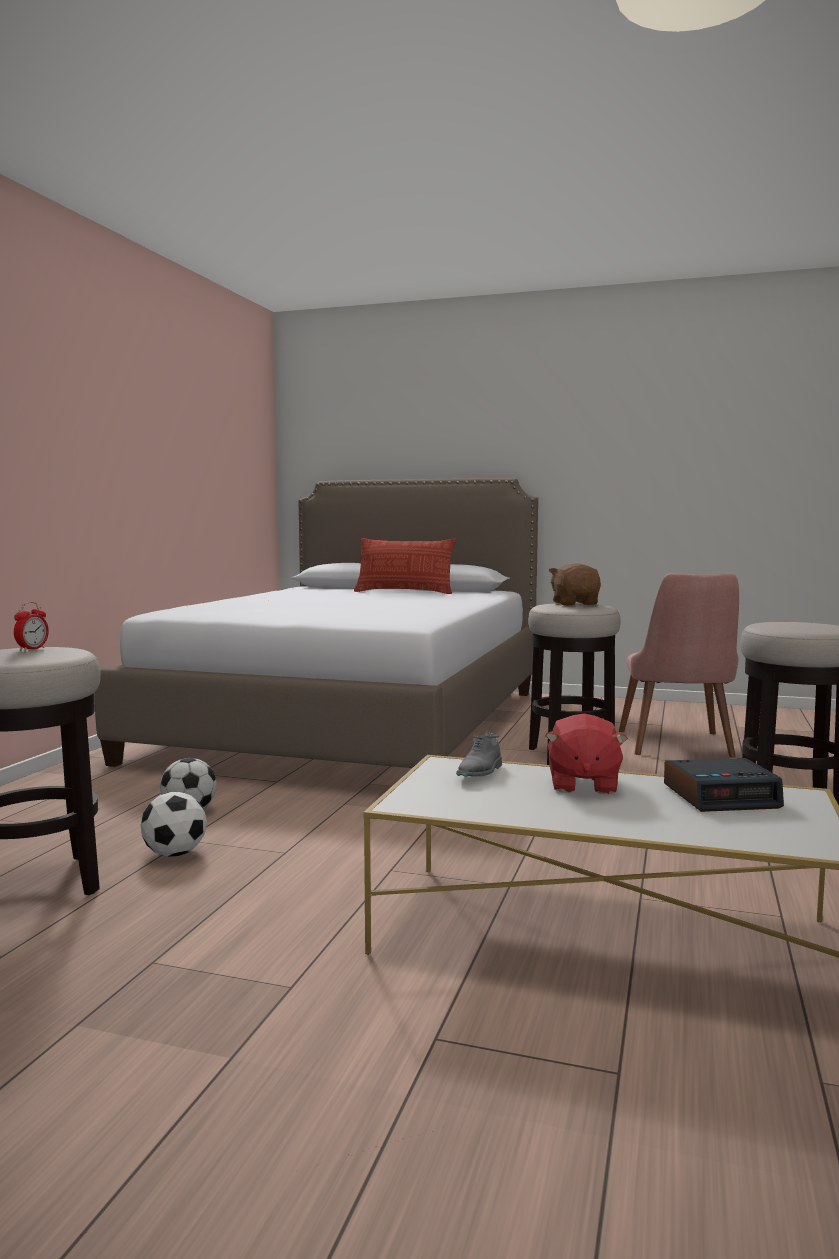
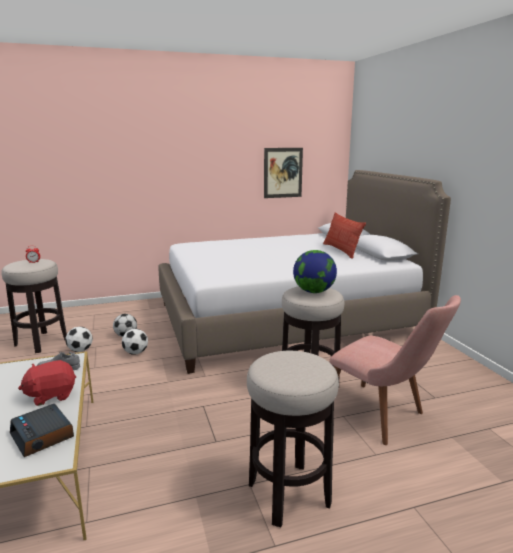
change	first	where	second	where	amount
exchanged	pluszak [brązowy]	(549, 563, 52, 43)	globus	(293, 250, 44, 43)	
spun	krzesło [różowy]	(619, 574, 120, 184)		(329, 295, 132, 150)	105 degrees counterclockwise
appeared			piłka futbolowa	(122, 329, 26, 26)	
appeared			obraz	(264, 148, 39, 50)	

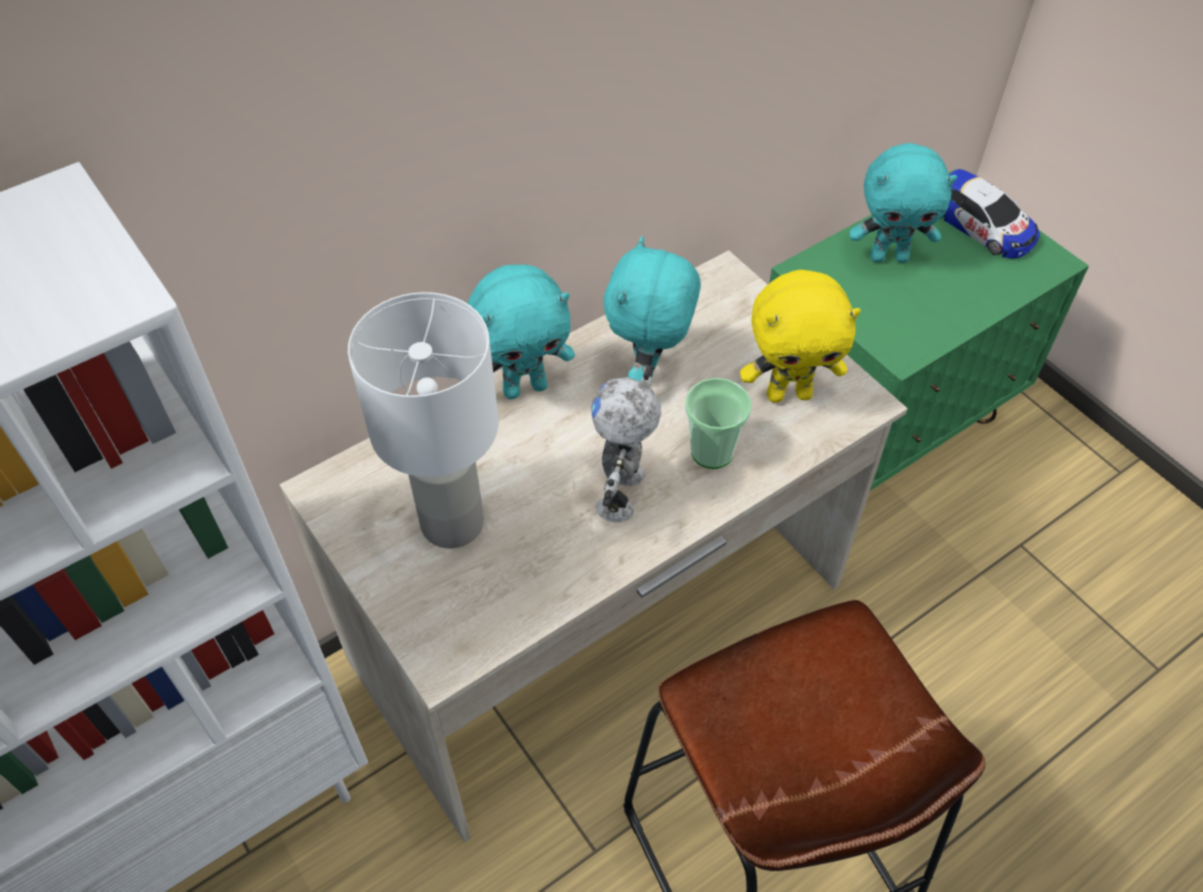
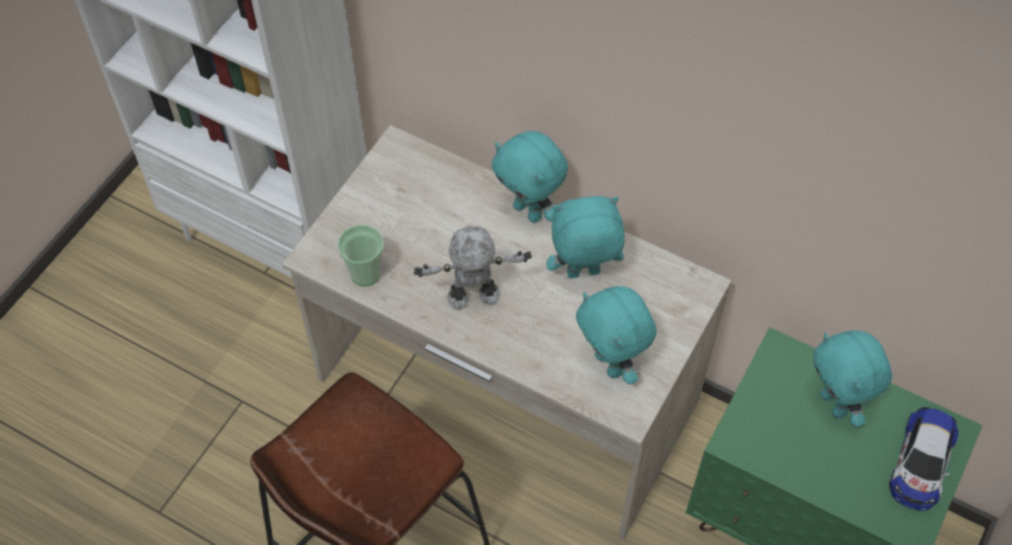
change	first	where	second	where	amount
missing	lampa stołowa [biały]	(348, 292, 151, 256)			
relocated	filiżanka	(685, 378, 67, 91)		(338, 225, 46, 61)	
colour	pluszak [żółty]	(740, 270, 121, 133)	pluszak [turkusowy]	(576, 286, 81, 98)	

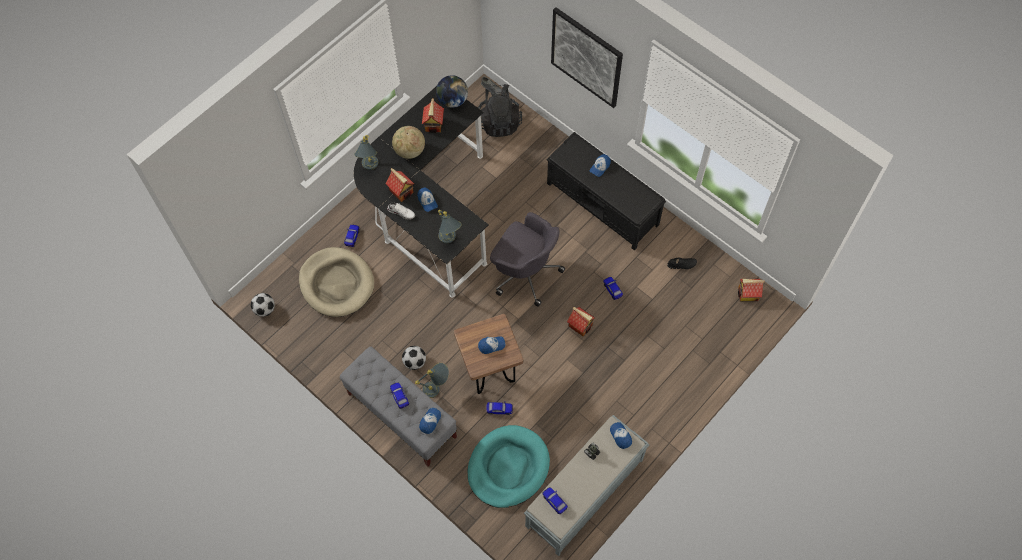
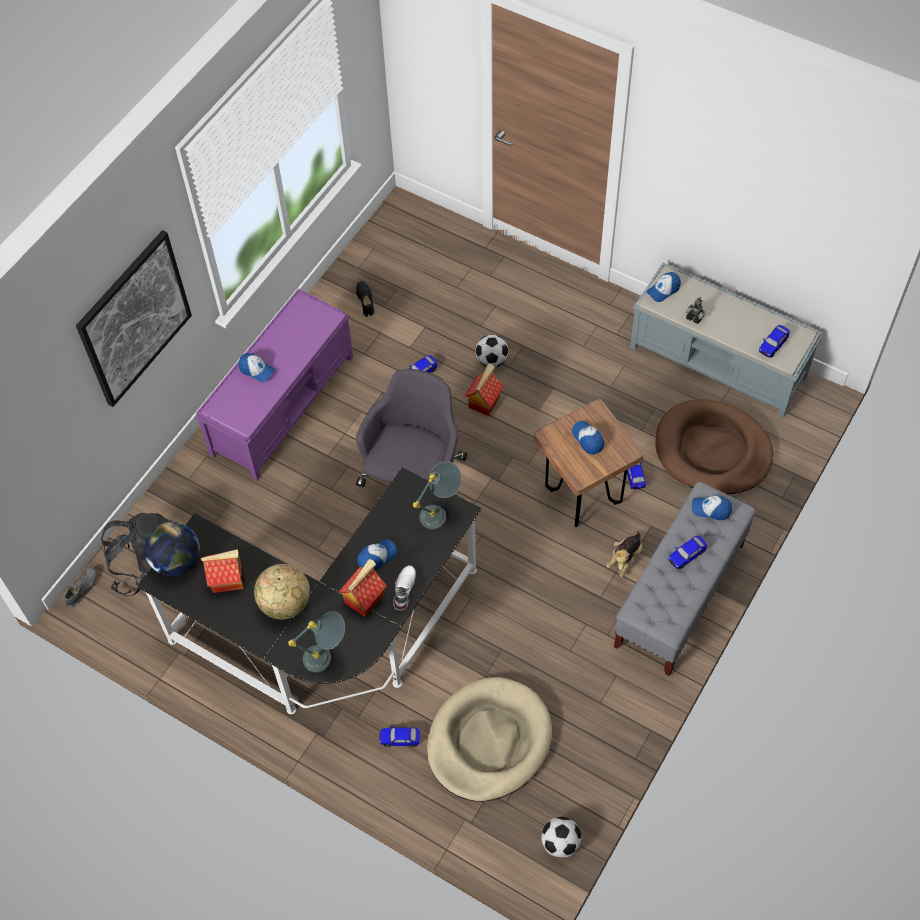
change	first	where	second	where	amount
relocated	piłka futbolowa	(402, 346, 24, 24)		(476, 335, 32, 32)	
exchanged	lampa stołowa [szary]	(415, 363, 34, 35)	pluszak	(606, 531, 36, 46)	
colour	legowisko [turkusowy]	(467, 425, 83, 83)	legowisko [brązowy]	(655, 400, 118, 95)	
colour	ławka [czarny]	(547, 132, 119, 119)	ławka [fioletowy]	(195, 289, 158, 191)	
missing	domek	(738, 279, 27, 22)			

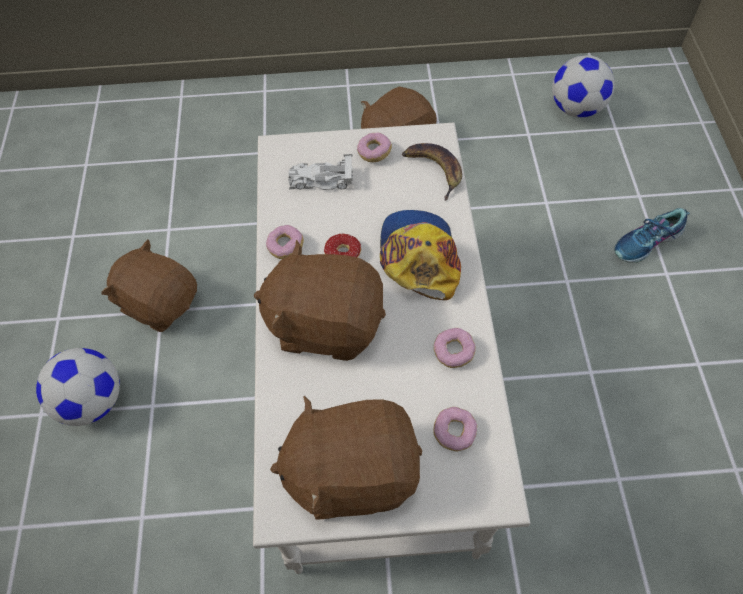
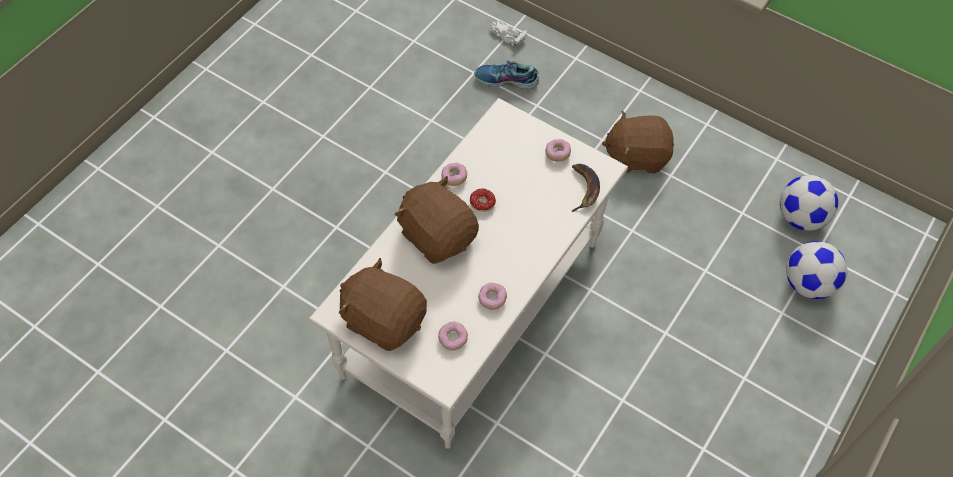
change	first	where	second	where	amount
relocated	piłka futbolowa	(36, 348, 84, 78)		(786, 241, 62, 58)	
missing	pluszak [brązowy]	(101, 239, 96, 93)			
relocated	samochodzik [biały]	(288, 154, 65, 36)		(488, 21, 40, 25)	
missing	czapka z daszkiem	(380, 210, 81, 90)			
relocated	but	(614, 208, 76, 55)		(474, 60, 65, 29)	

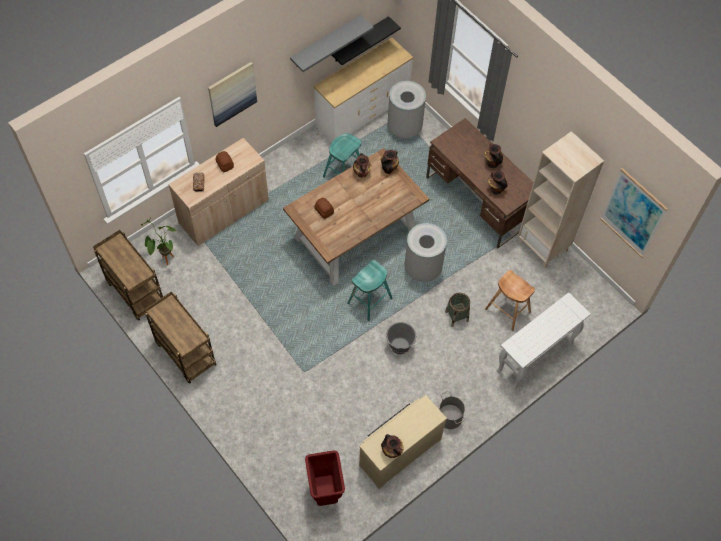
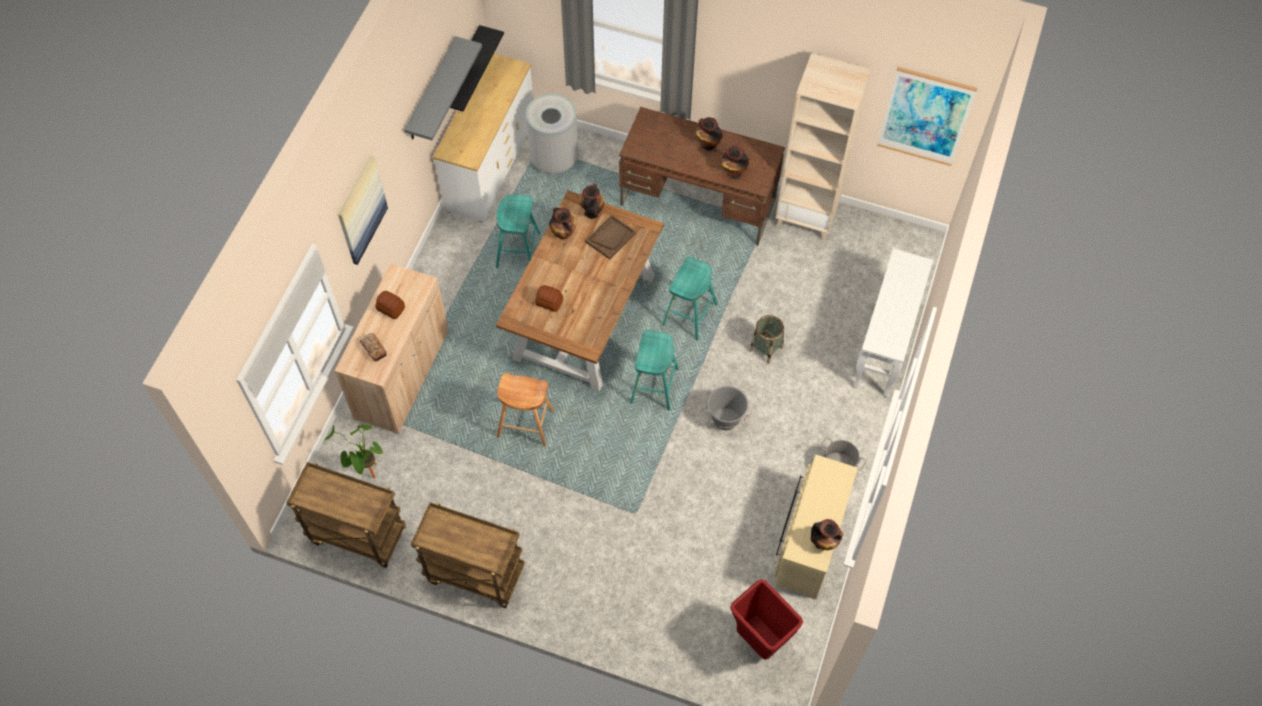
change	first	where	second	where	amount
exchanged	kosz na śmieci [szary]	(404, 223, 43, 59)	stołek [turkusowy]	(662, 257, 56, 84)	
relocated	stołek [brązowy]	(485, 270, 50, 61)		(497, 373, 58, 74)	
appeared			taca [brązowy]	(585, 214, 51, 45)	

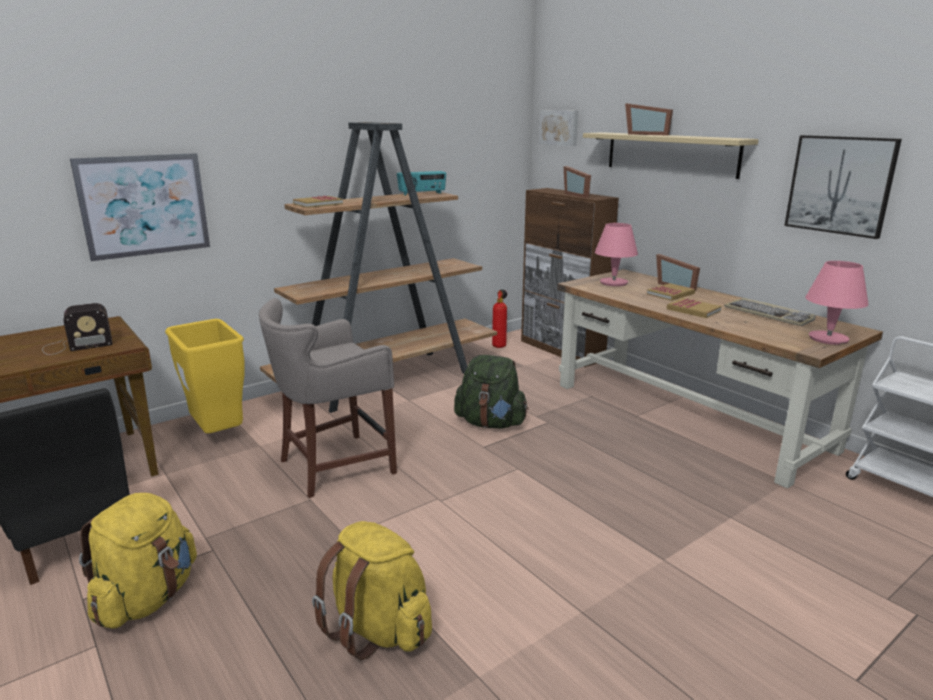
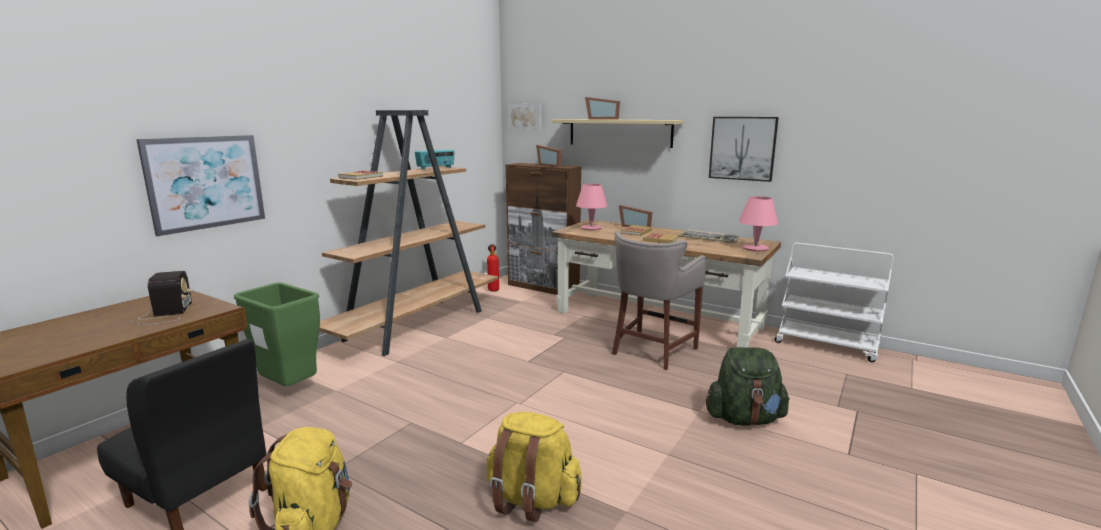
change	first	where	second	where	amount
spun	radio	(42, 303, 71, 52)		(127, 271, 65, 54)	60 degrees counterclockwise
colour	kosz na śmieci [żółty]	(165, 319, 80, 114)	kosz na śmieci [zielony]	(234, 282, 86, 104)	
relocated	stołek [szary]	(259, 298, 138, 200)		(612, 231, 94, 139)	
relocated	plecak [zielony]	(454, 355, 74, 74)		(706, 347, 84, 79)	

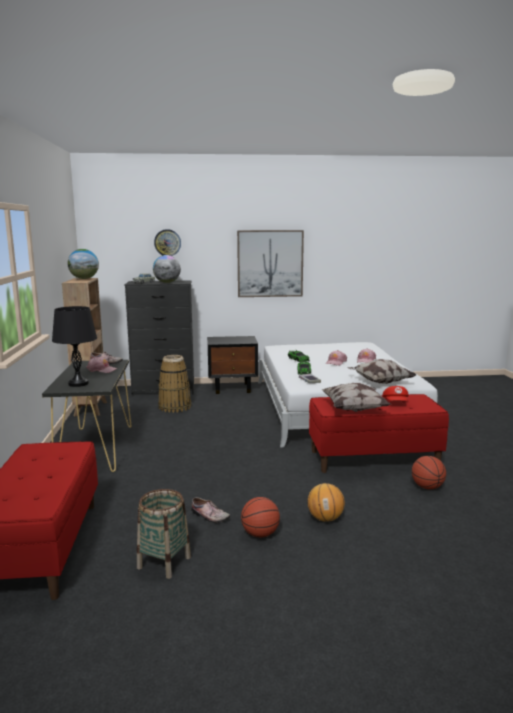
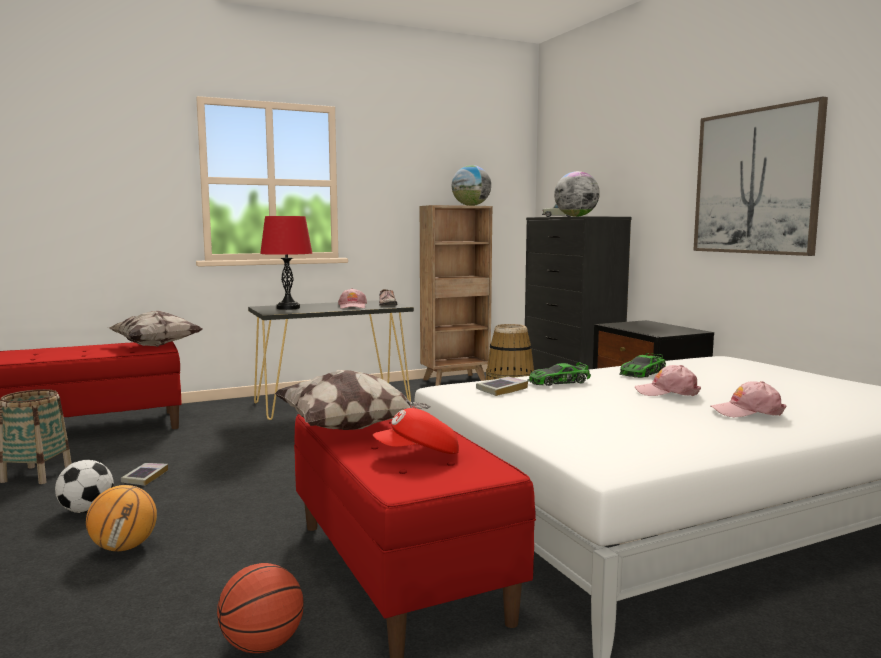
change	first	where	second	where	amount
colour	lampa stołowa [czarny]	(52, 306, 45, 81)	lampa stołowa [czerwony]	(260, 216, 52, 94)	
missing	zegar ścienny	(154, 229, 27, 27)			
exchanged	but	(191, 497, 39, 26)	książka	(121, 463, 47, 23)	
exchanged	piłka do koszykówki	(241, 497, 39, 41)	piłka futbolowa	(55, 460, 59, 53)	
relocated	poduszka	(347, 359, 69, 25)		(109, 311, 93, 36)	

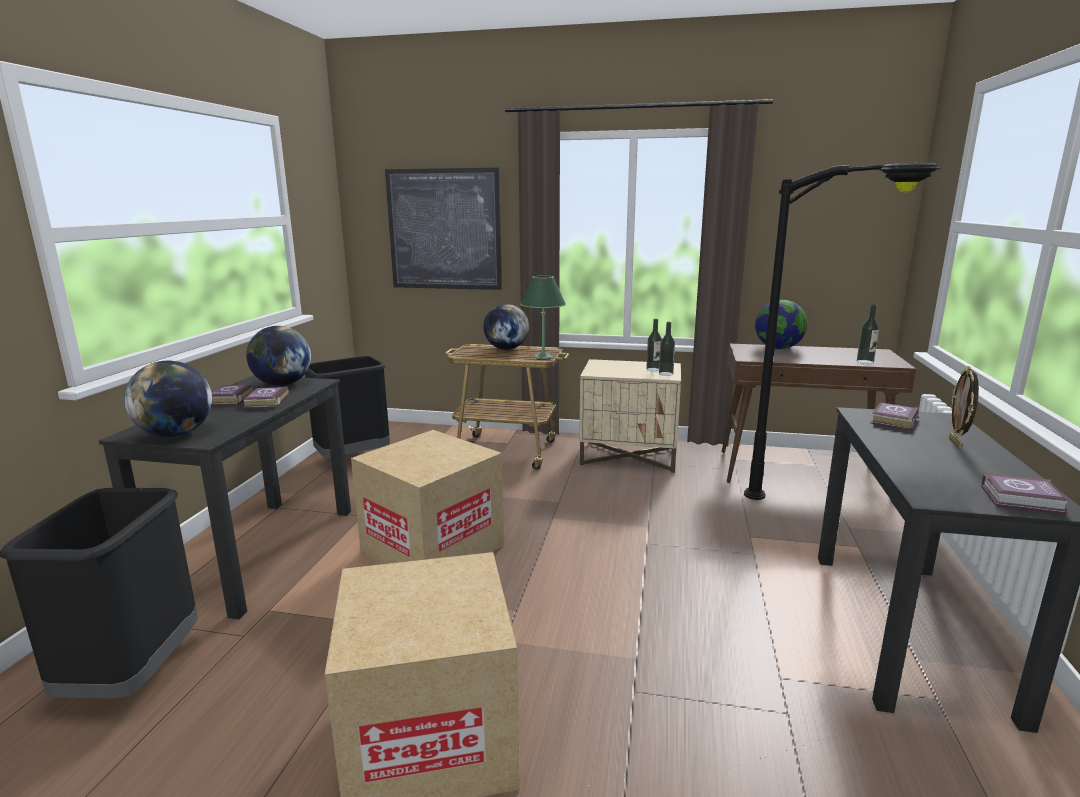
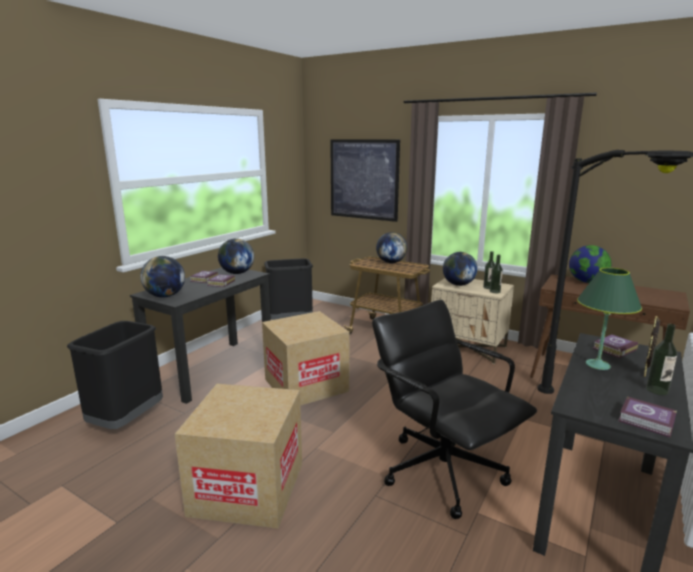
change	first	where	second	where	amount
relocated	lampa stołowa [zielony]	(520, 275, 46, 84)		(577, 268, 65, 102)	
relocated	butelka	(857, 305, 22, 59)		(646, 324, 31, 71)	
appeared			krzesło biurowe [czarny]	(372, 300, 165, 219)	
appeared			globus	(443, 252, 35, 34)	

